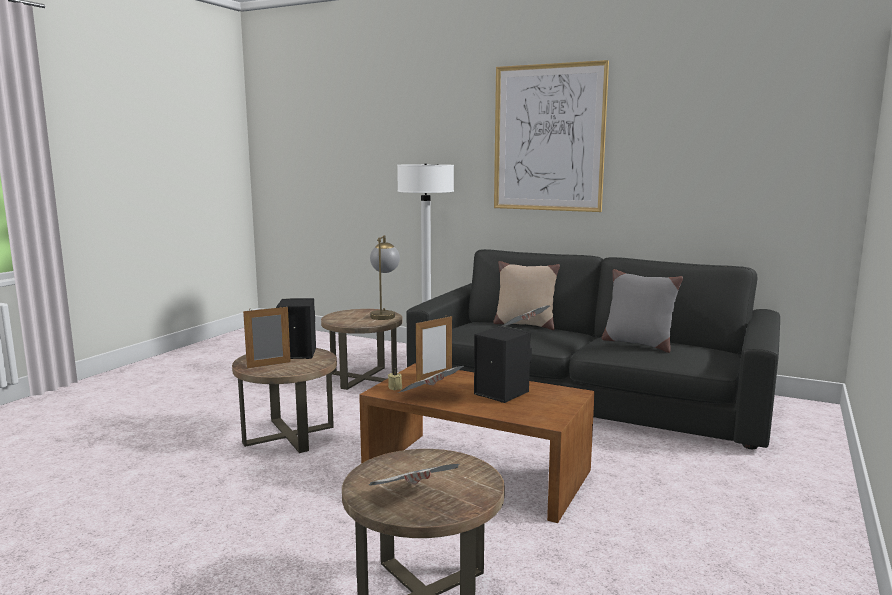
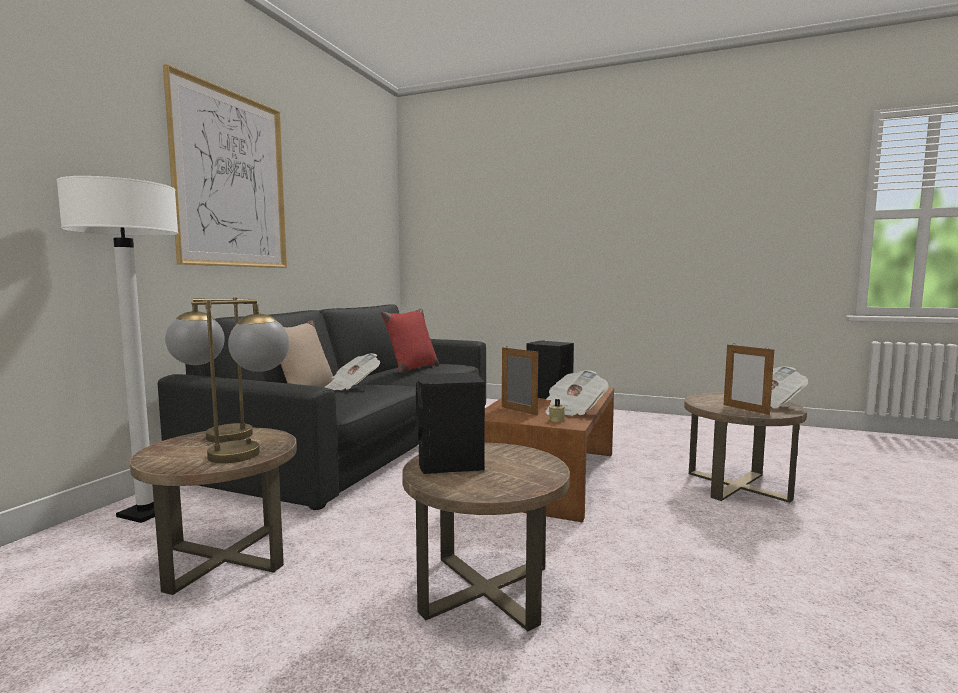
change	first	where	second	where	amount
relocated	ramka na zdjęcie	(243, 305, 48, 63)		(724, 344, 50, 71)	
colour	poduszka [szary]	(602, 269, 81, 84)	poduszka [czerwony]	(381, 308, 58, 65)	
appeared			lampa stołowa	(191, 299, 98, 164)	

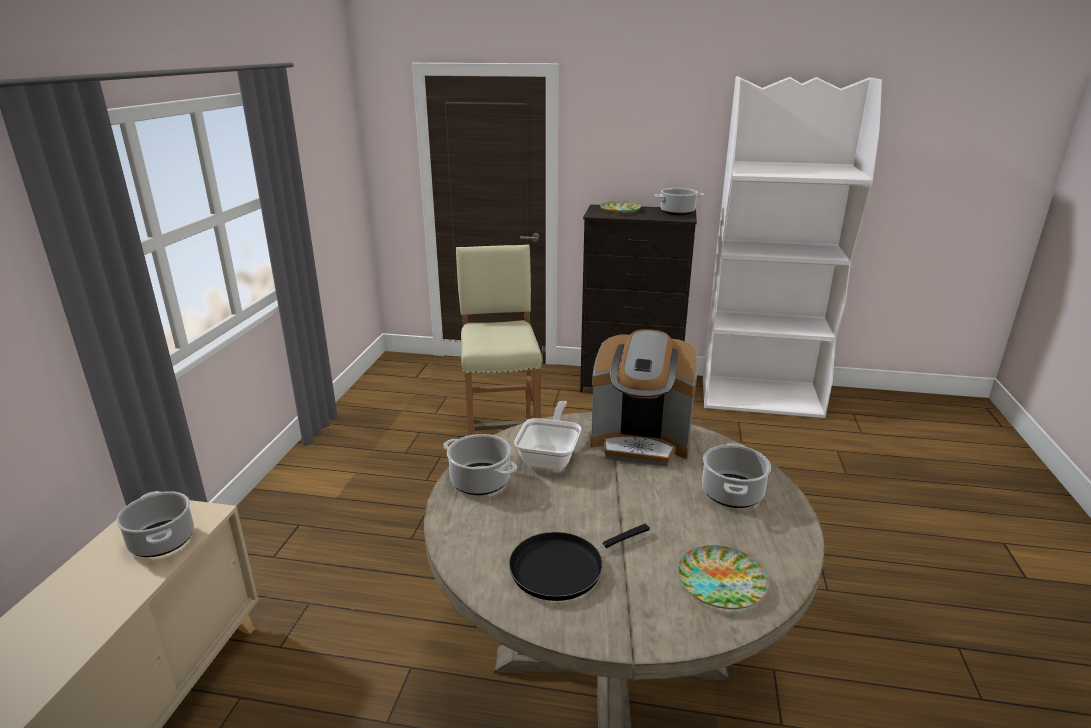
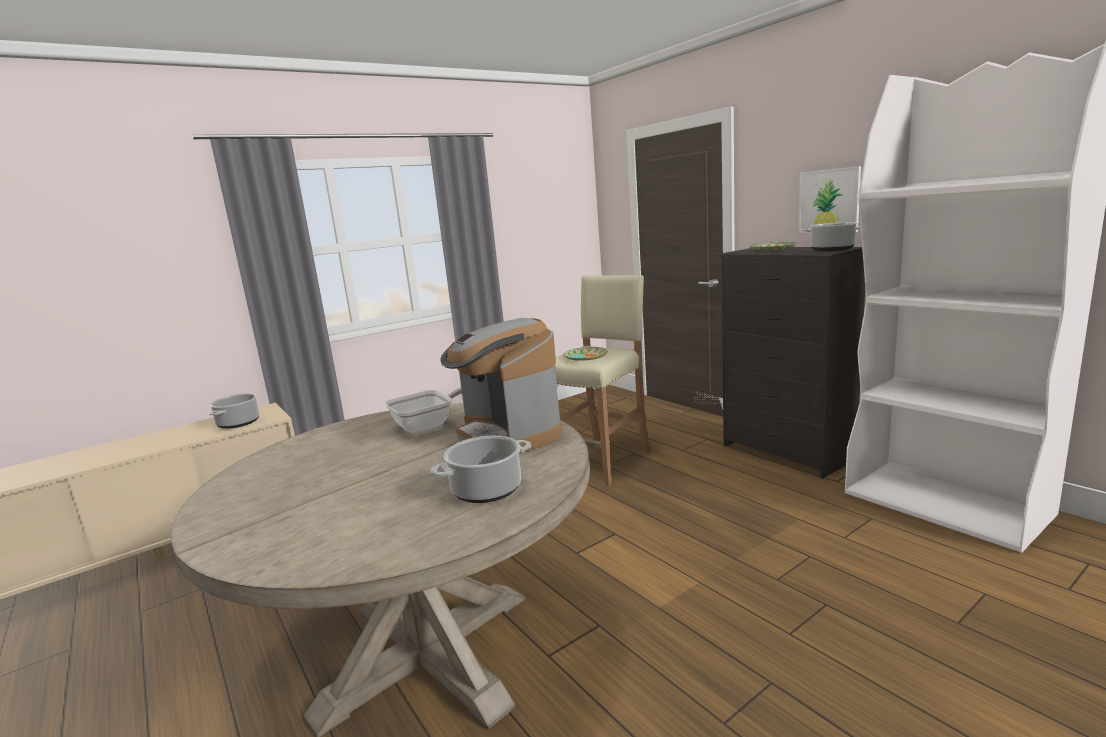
change	first	where	second	where	amount
missing	garnek	(443, 434, 74, 61)			
missing	patelnia [czarny]	(509, 524, 141, 77)			
relocated	talerz	(677, 545, 92, 64)		(563, 347, 45, 14)	
appeared			obraz	(798, 166, 63, 67)	

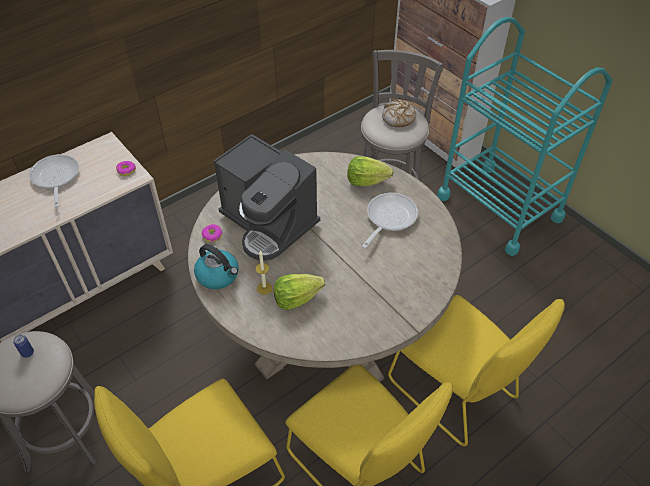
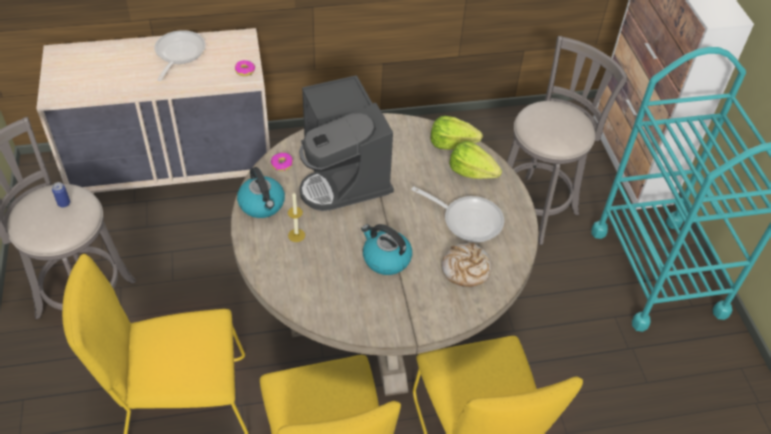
change	first	where	second	where	amount
relocated	sałata	(274, 274, 51, 36)		(430, 116, 53, 34)	
spun	patelnia	(362, 193, 56, 55)		(411, 186, 93, 56)	60 degrees clockwise
relocated	chleb	(382, 99, 34, 28)		(441, 242, 51, 45)	
appeared			czajnik	(361, 224, 51, 51)	

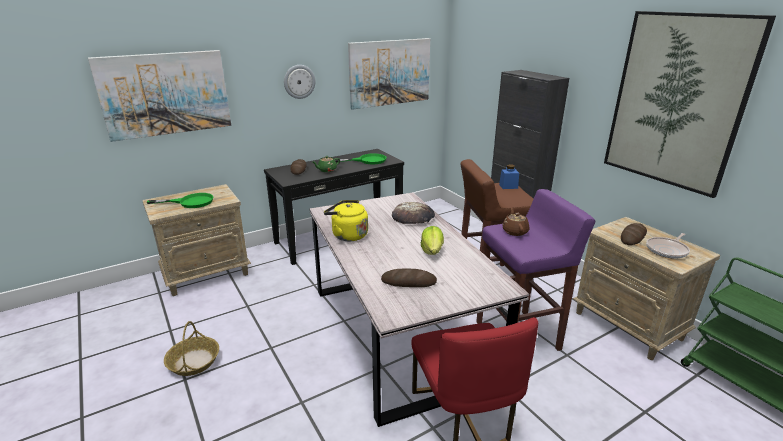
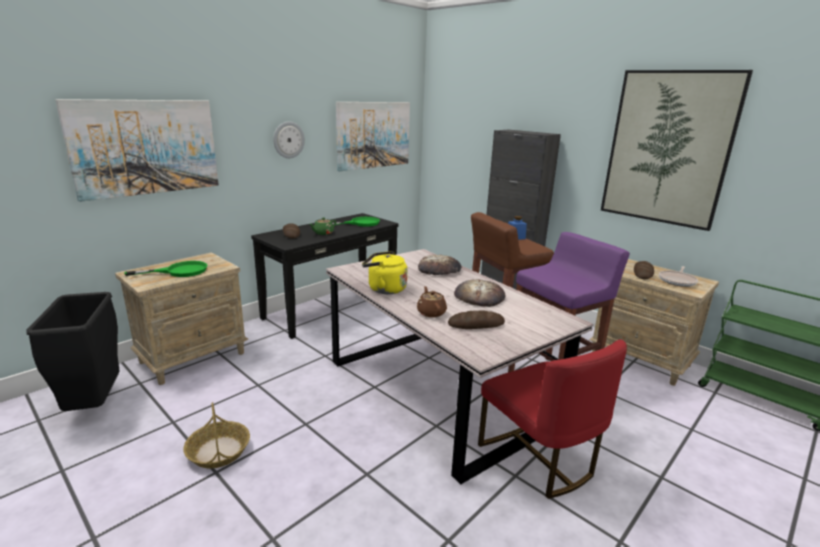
change	first	where	second	where	amount
exchanged	sałata	(421, 226, 23, 29)	chleb	(454, 279, 51, 28)	
relocated	imbryk [brązowy]	(503, 208, 27, 28)		(417, 286, 30, 31)	
appeared			kosz na śmieci [czarny]	(26, 292, 94, 119)	

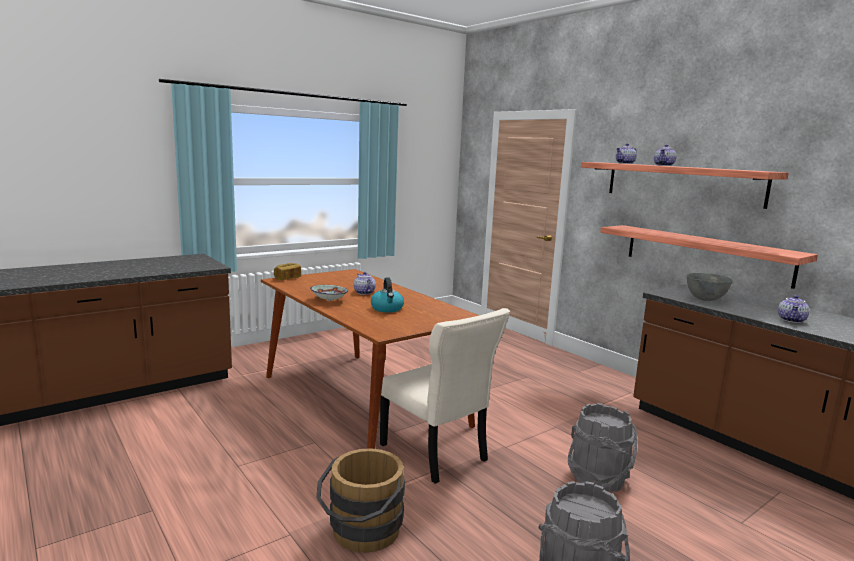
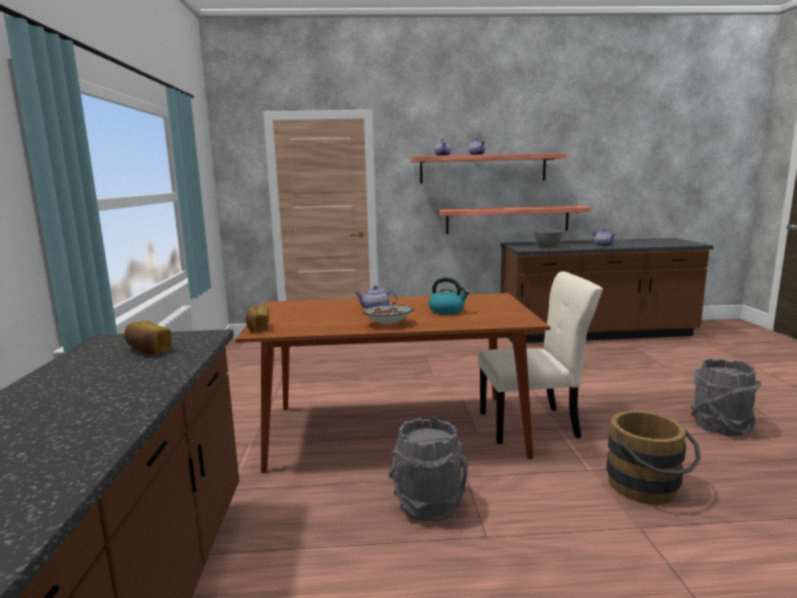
change	first	where	second	where	amount
relocated	wiadro [szary]	(568, 403, 69, 89)		(389, 417, 79, 105)	
appeared			chleb	(124, 321, 48, 34)	

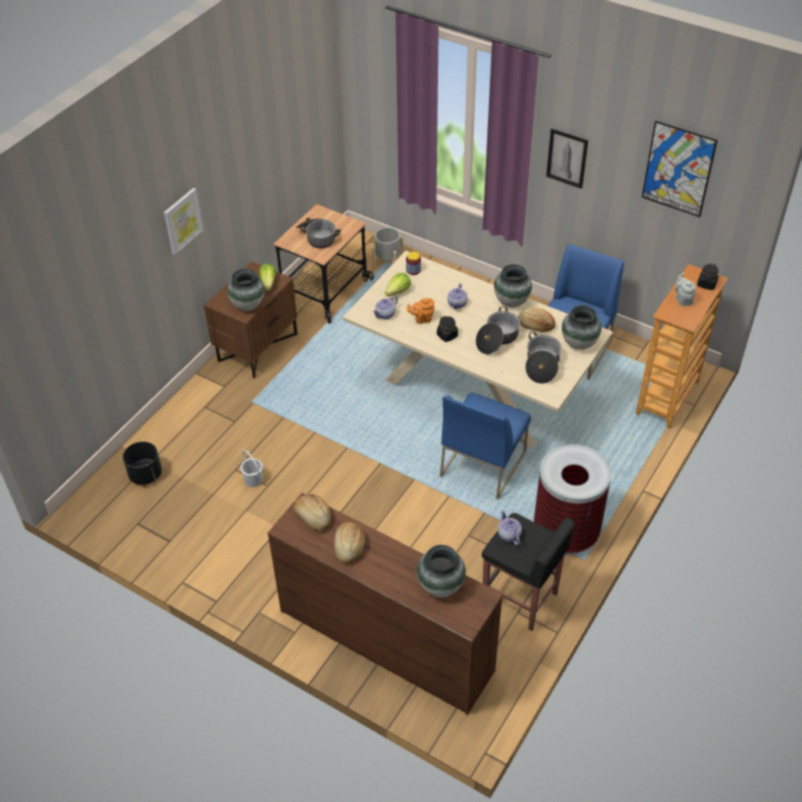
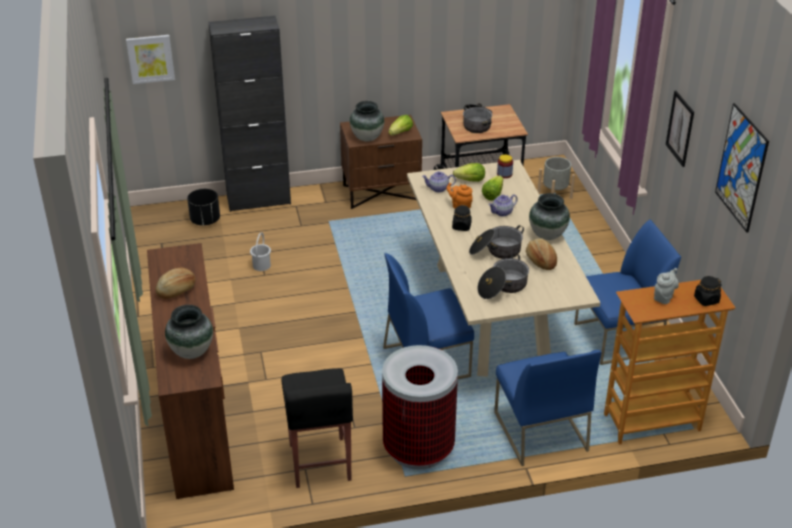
change	first	where	second	where	amount
relocated	obraz	(164, 188, 40, 67)		(126, 35, 49, 49)	
missing	chleb	(294, 494, 37, 37)			
missing	imbryk	(498, 510, 24, 35)			
missing	wazon	(562, 305, 40, 45)			
appeared			szafka [czarny]	(208, 16, 83, 196)	
appeared			sałata	(482, 176, 21, 25)	
appeared			krzesło [niebieski]	(494, 350, 107, 116)	

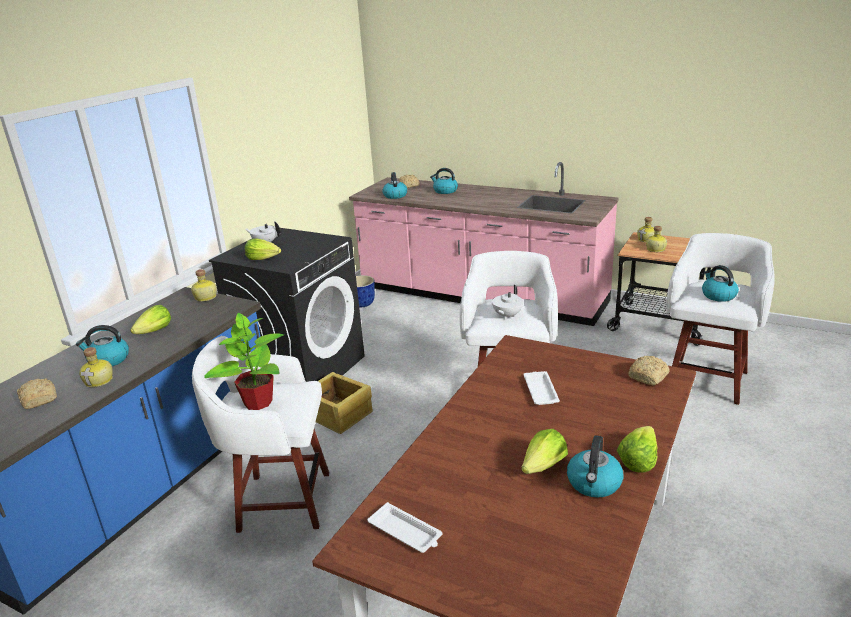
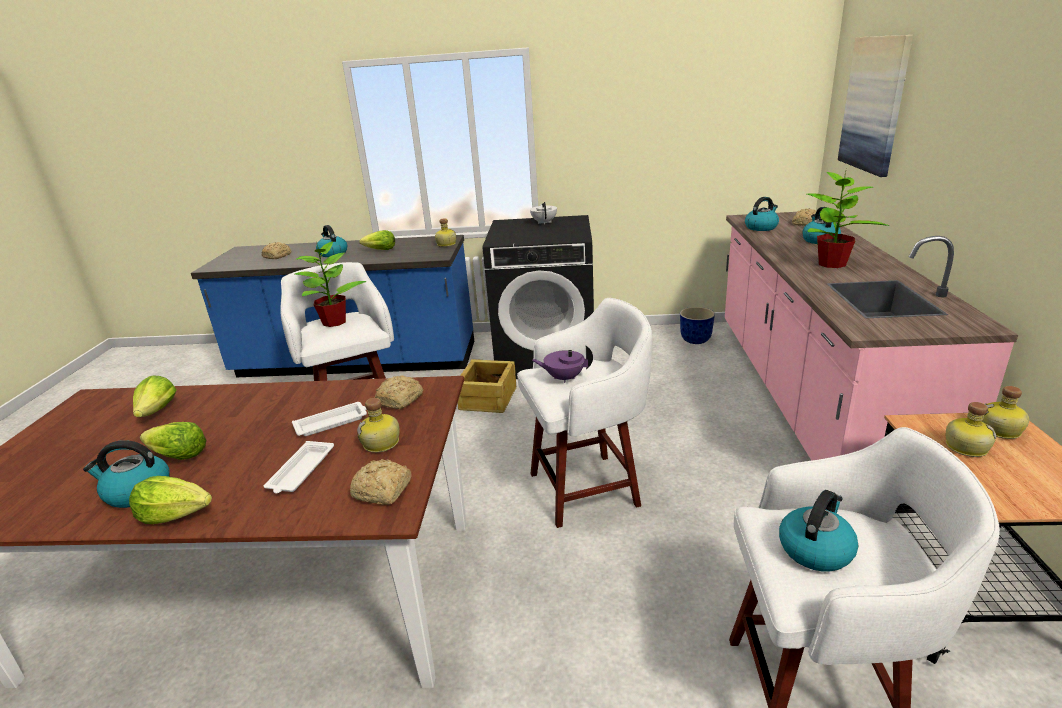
change	first	where	second	where	amount
relocated	butelka	(79, 347, 34, 41)		(357, 398, 42, 55)	
relocated	sałata	(245, 238, 36, 22)		(133, 375, 44, 42)	
relocated	taca [biały]	(367, 502, 76, 51)		(264, 441, 70, 52)	
colour	imbryk [biały]	(492, 285, 31, 34)	imbryk [fioletowy]	(532, 346, 61, 37)	
appeared			chleb	(375, 376, 48, 33)	
appeared			roślina doniczkowa	(807, 169, 82, 99)	
appeared			obraz	(838, 35, 75, 142)	

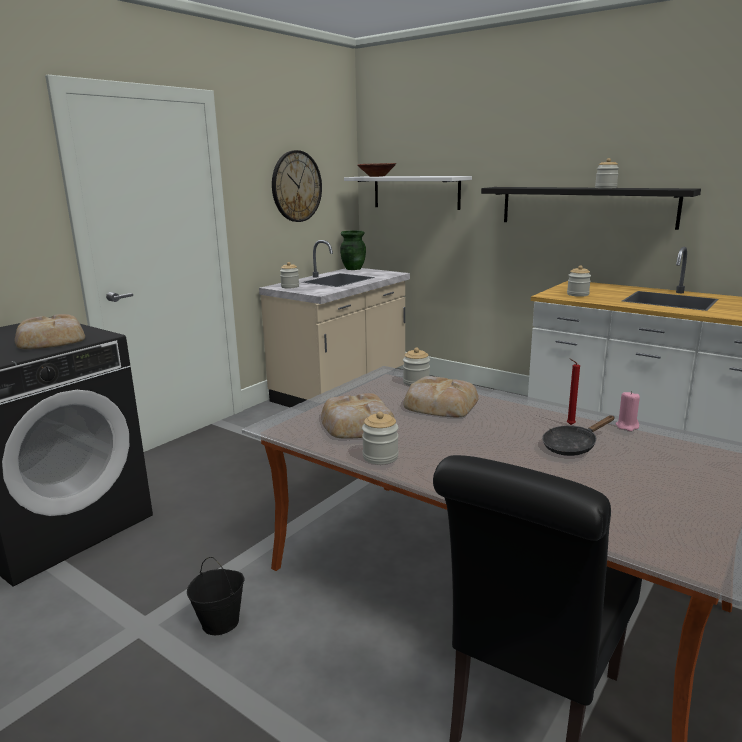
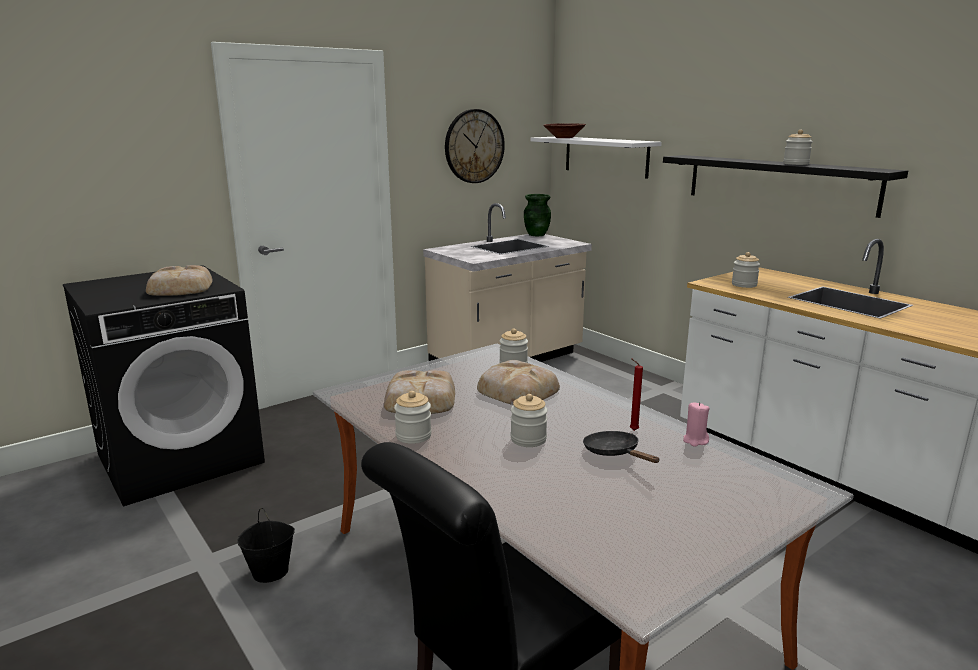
change	first	where	second	where	amount
relocated	słoik	(280, 262, 19, 26)		(510, 394, 38, 53)	
spun	patelnia [czarny]	(542, 415, 73, 41)		(583, 431, 76, 32)	75 degrees clockwise

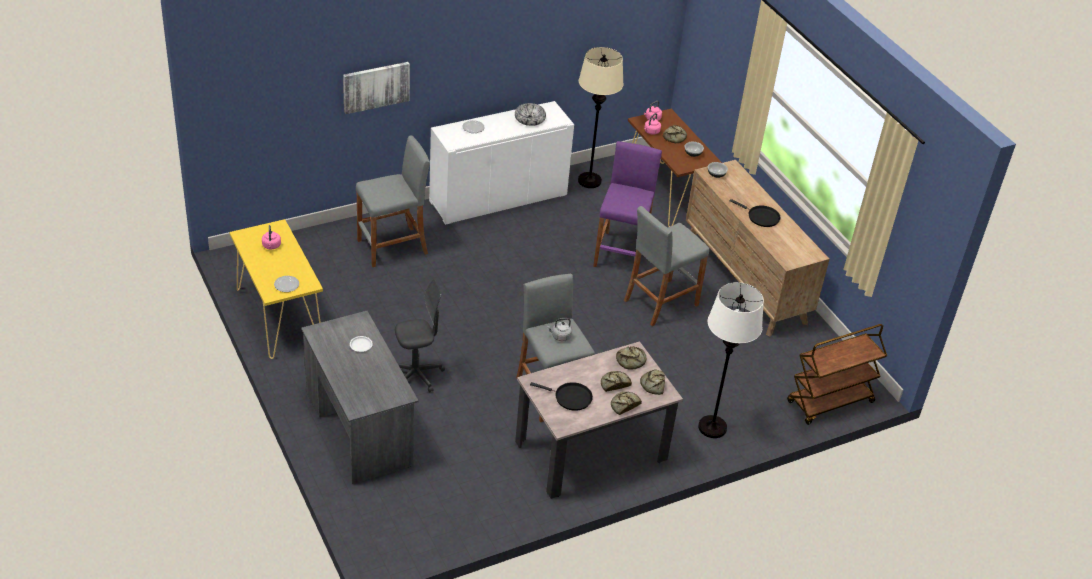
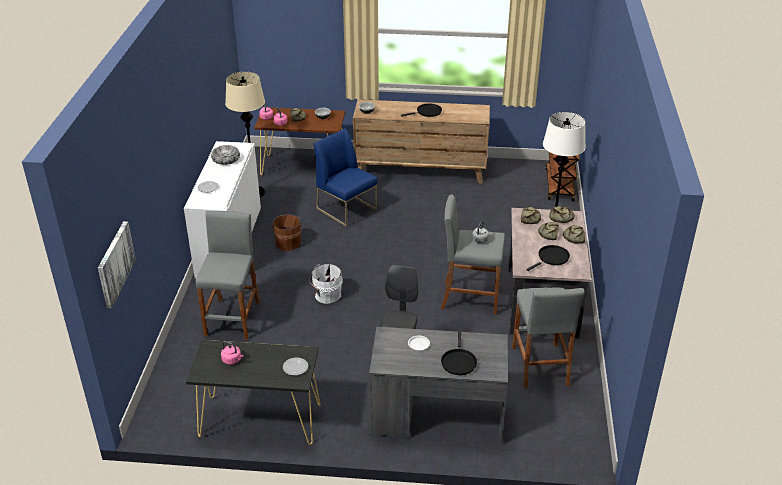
change	first	where	second	where	amount
colour	stolik konsolowy [żółty]	(229, 219, 94, 140)	stolik konsolowy [czarny]	(186, 340, 135, 105)	
relocated	obraz	(343, 62, 67, 52)		(98, 221, 38, 87)	
exchanged	stołek [fioletowy]	(593, 141, 69, 134)	krzesło [niebieski]	(314, 129, 64, 98)	
relocated	stołek [szary]	(624, 206, 85, 120)		(512, 287, 73, 102)	
appeared			wiadro [brązowy]	(271, 215, 30, 36)	
appeared			wiadro [biały]	(309, 264, 34, 40)	
appeared			patelnia [czarny]	(441, 332, 36, 43)	

